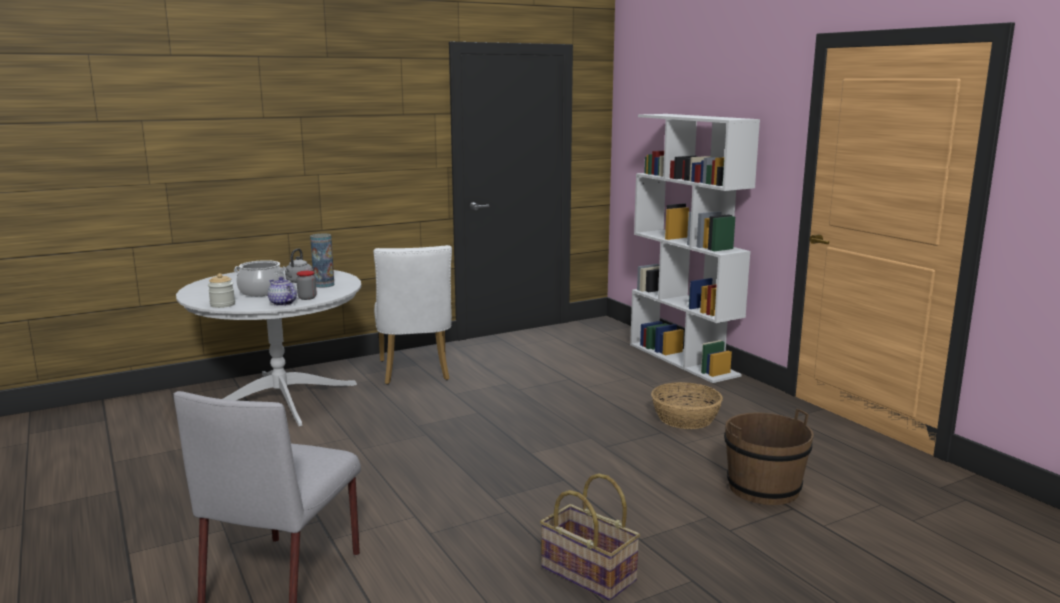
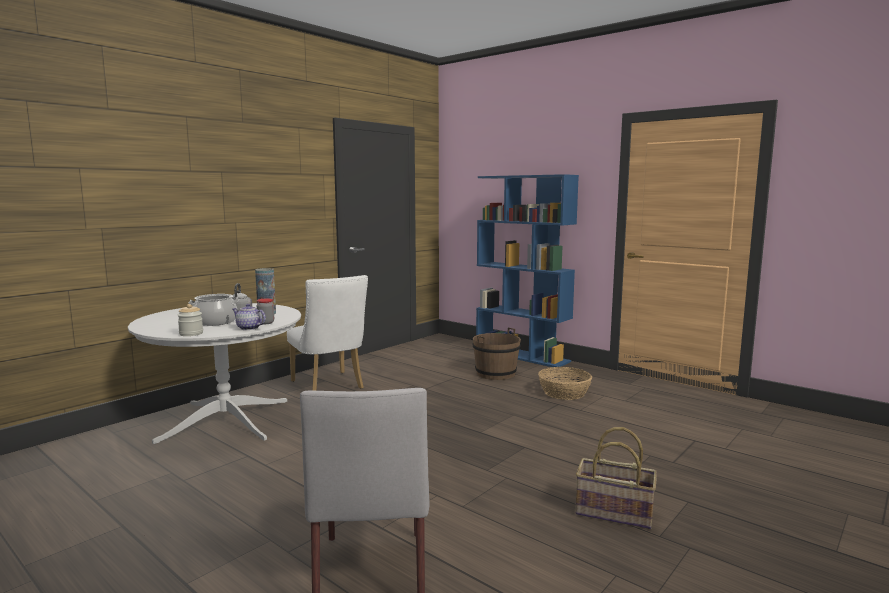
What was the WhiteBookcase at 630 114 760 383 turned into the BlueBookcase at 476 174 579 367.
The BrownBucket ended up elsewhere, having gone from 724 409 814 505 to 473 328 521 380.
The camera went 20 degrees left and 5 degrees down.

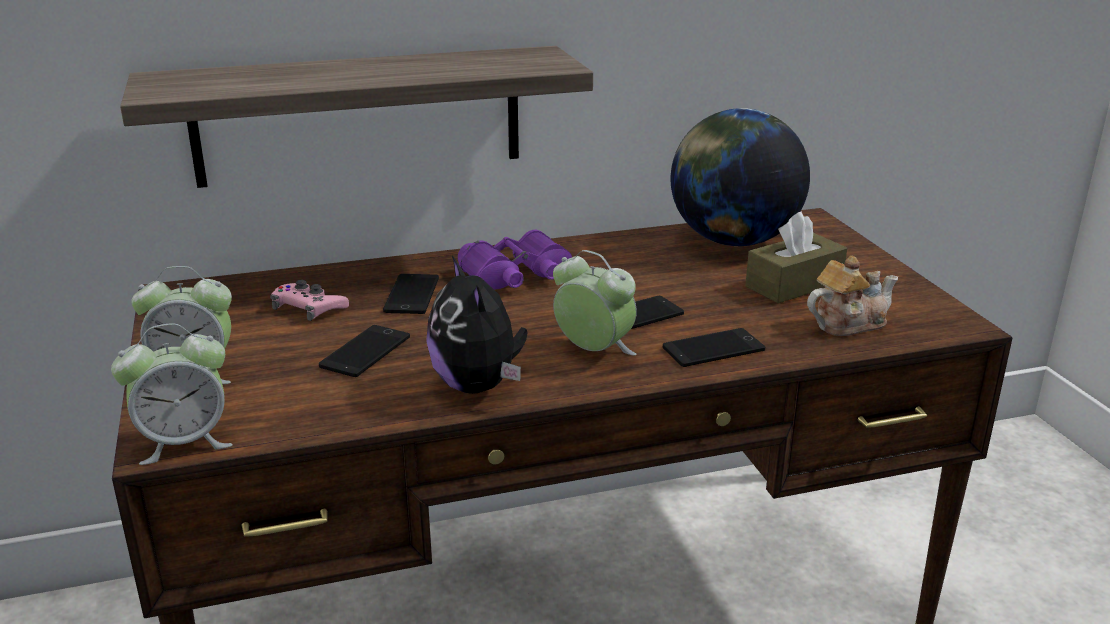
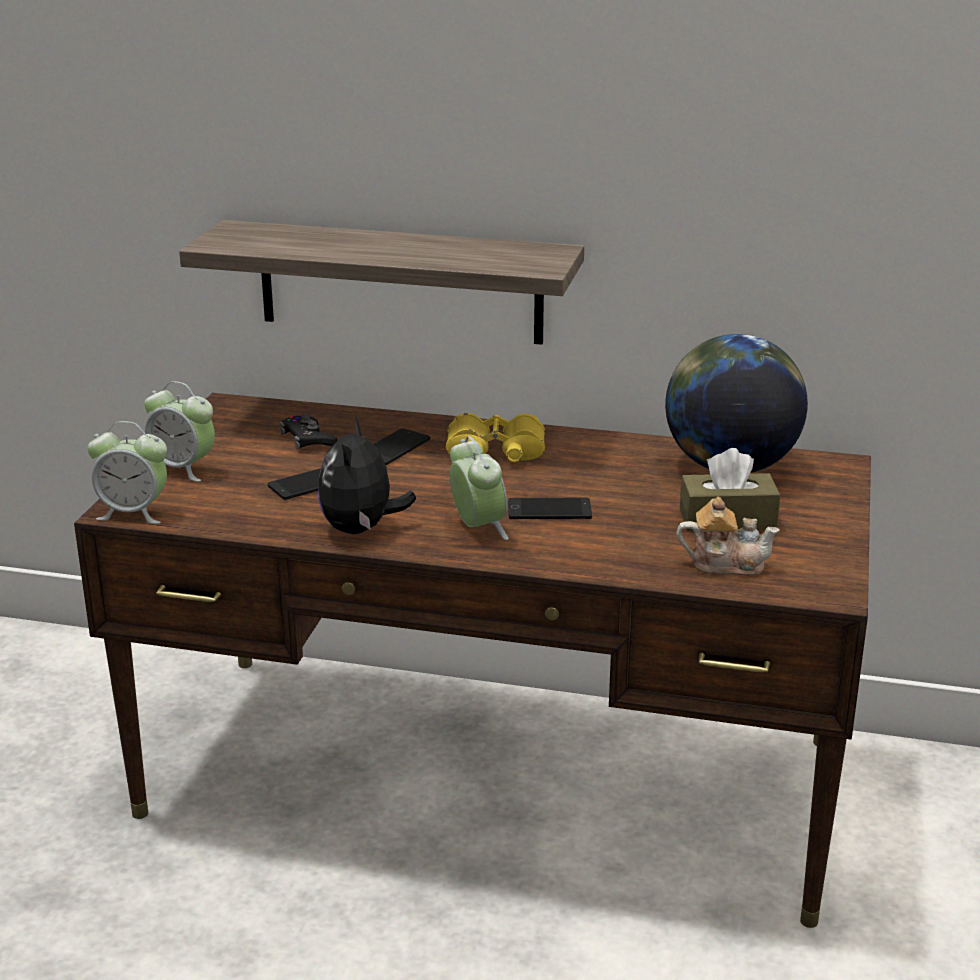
What was the PurpleBinoculars at 458 230 572 290 turned into the YellowBinoculars at 446 413 545 462.
What was the PinkGameController at 270 280 349 321 turned into the BlackGameController at 279 414 338 450.
The second view lost the Phone at 663 328 765 367.
The camera went 30 degrees right and 0 degrees up.

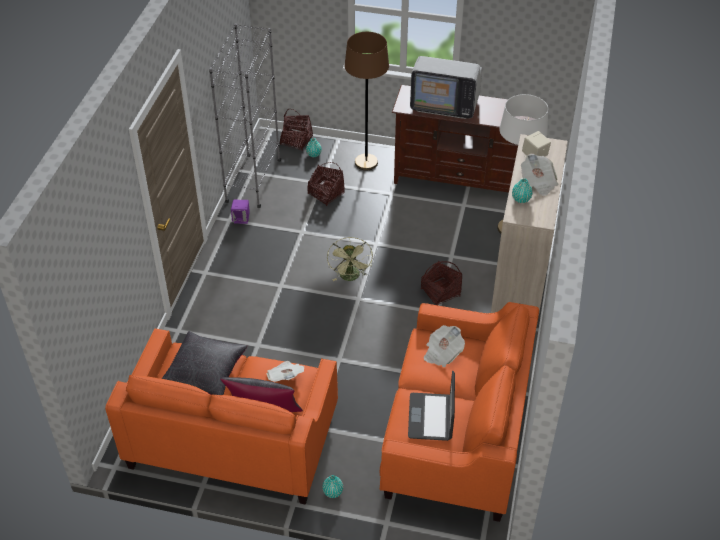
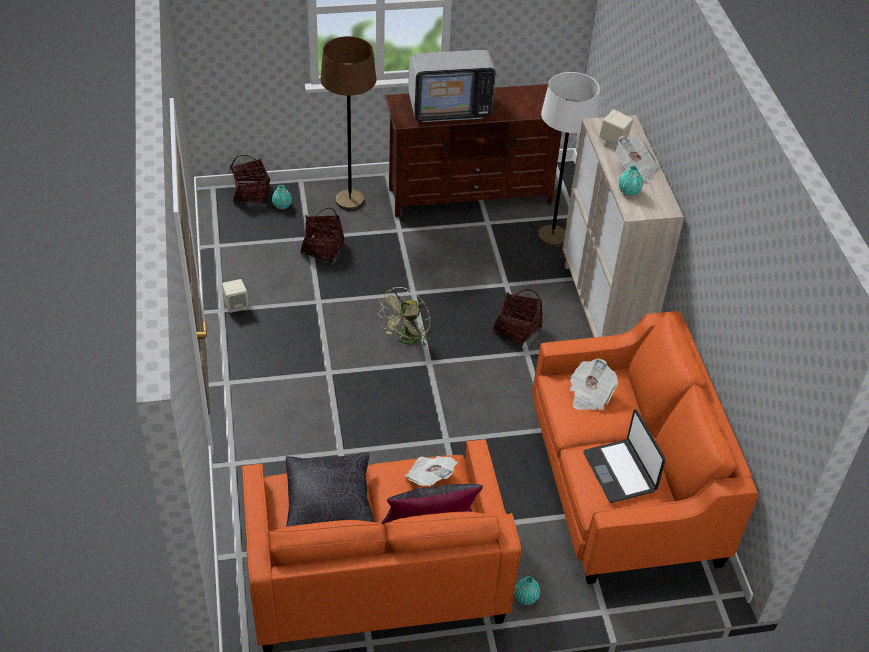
The second view lost the GreyBookcase at 209 24 281 208.
What was the PurpleSpeaker at 231 200 250 224 turned into the BeigeSpeaker at 222 279 249 313.
The GreenFan at 327 237 373 281 ended up facing another way, 60 degrees clockwise from before.
The camera went 25 degrees left and 0 degrees up.

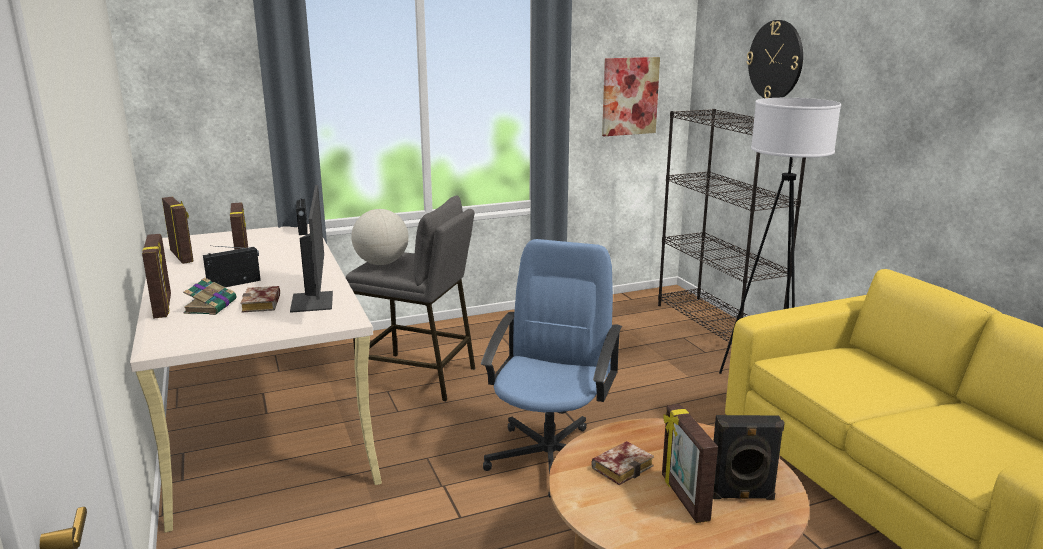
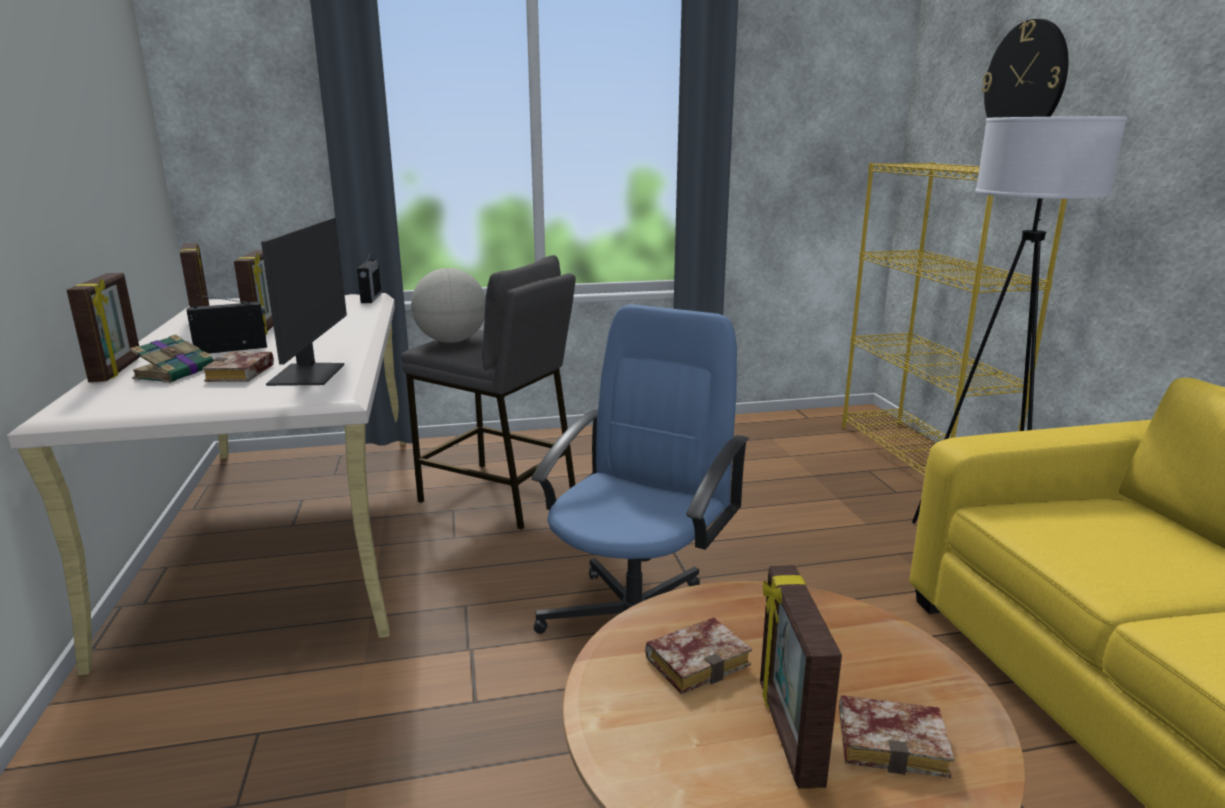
The second view lost the Picture at 602 57 660 136.
What was the BlackBookcase at 658 109 806 344 turned into the YellowBookcase at 842 162 1067 476.
Where the BlackSpeaker stood at 713 415 785 500, the Book came to stand at 839 695 954 778.
The camera went 10 degrees right and 0 degrees up.

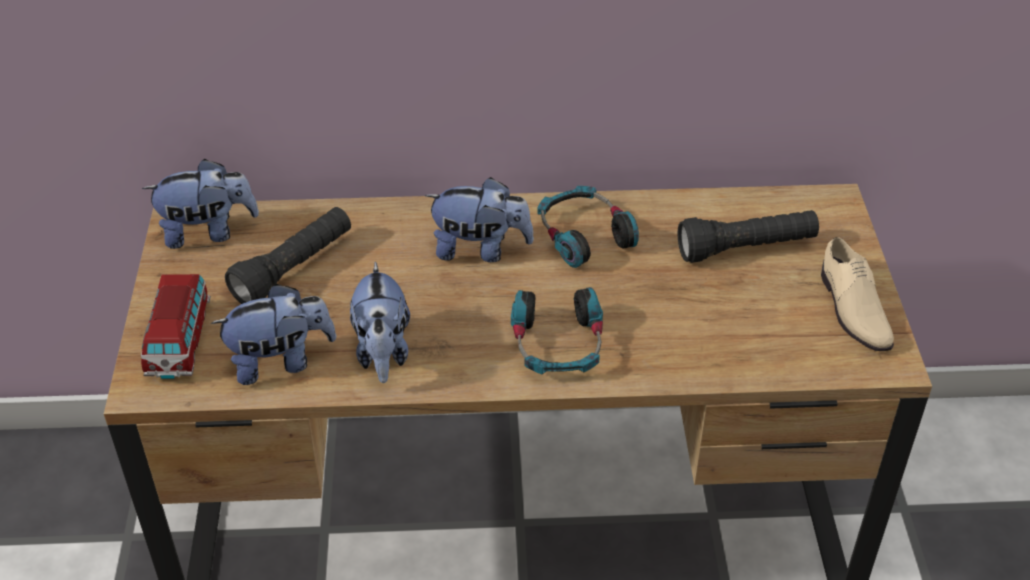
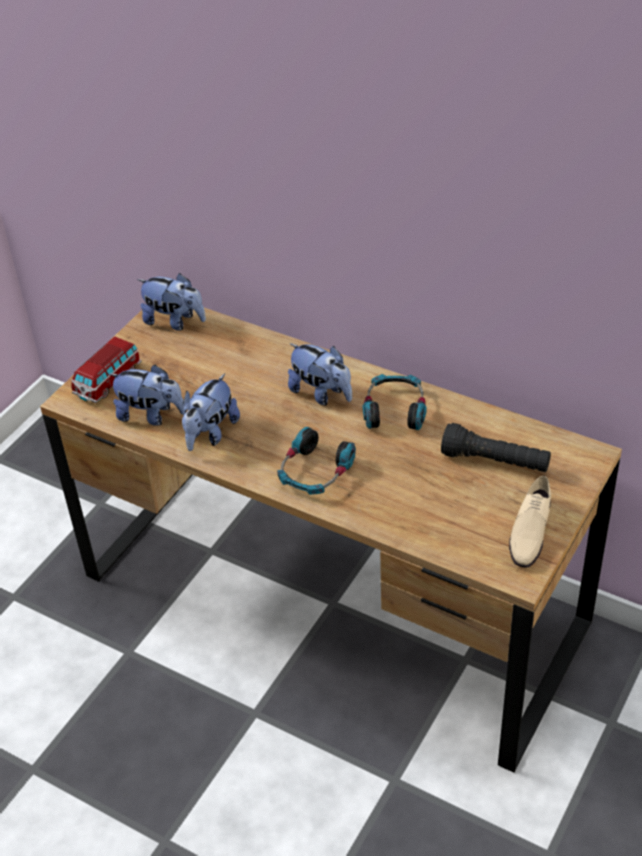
The second view lost the BlackFlashlight at 225 207 351 304.
The camera went 35 degrees right and 0 degrees up.

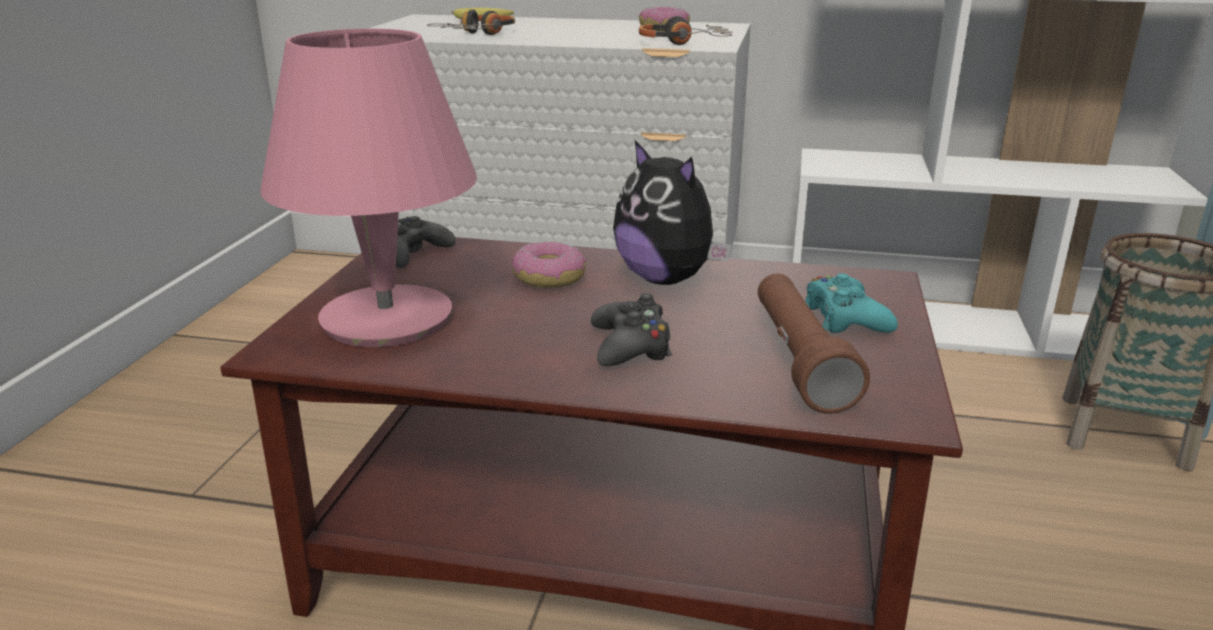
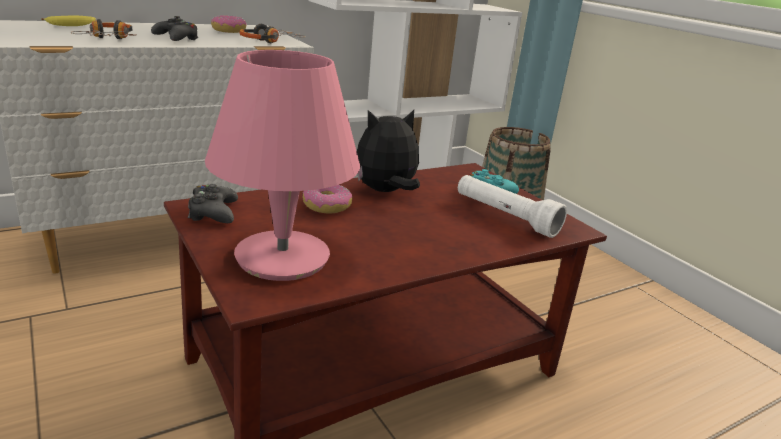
The PlushToy at 613 140 732 285 ended up facing another way, 150 degrees clockwise from before.
What was the BrownFlashlight at 758 273 870 414 turned into the WhiteFlashlight at 458 175 567 238.
The BlackGameController ended up elsewhere, having gone from 591 293 672 366 to 151 16 198 41.
The camera went 45 degrees left and 0 degrees up.

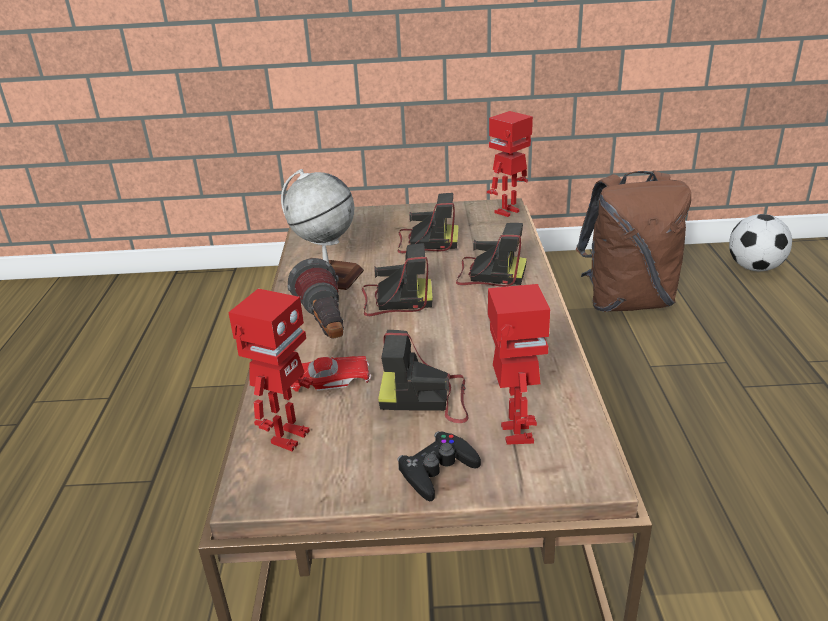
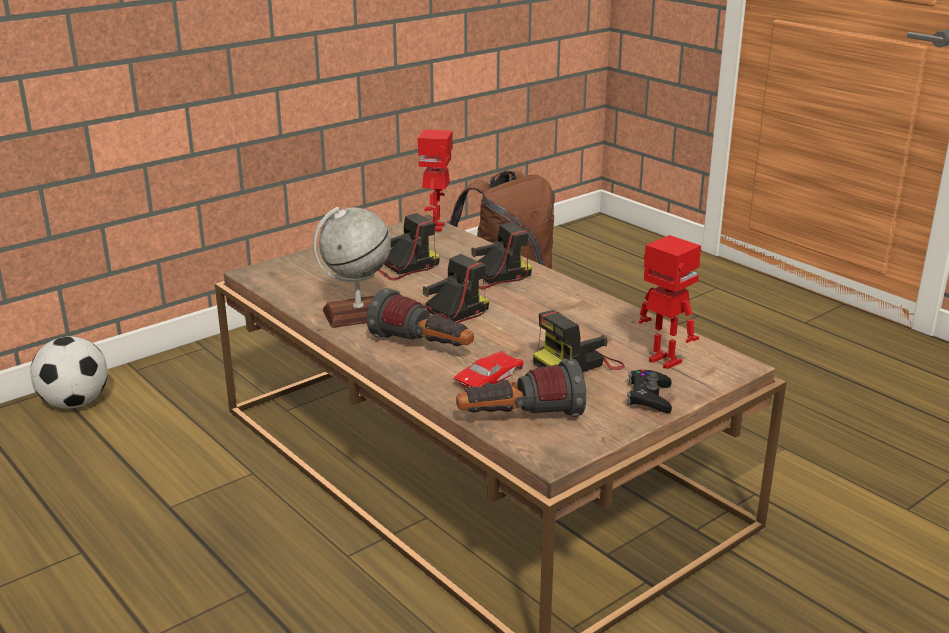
The Football ended up elsewhere, having gone from 729 214 792 271 to 30 336 108 409.
Where the ToyRobot stood at 228 289 313 451, the Flashlight came to stand at 456 359 586 417.
The camera went 40 degrees left and 5 degrees down.

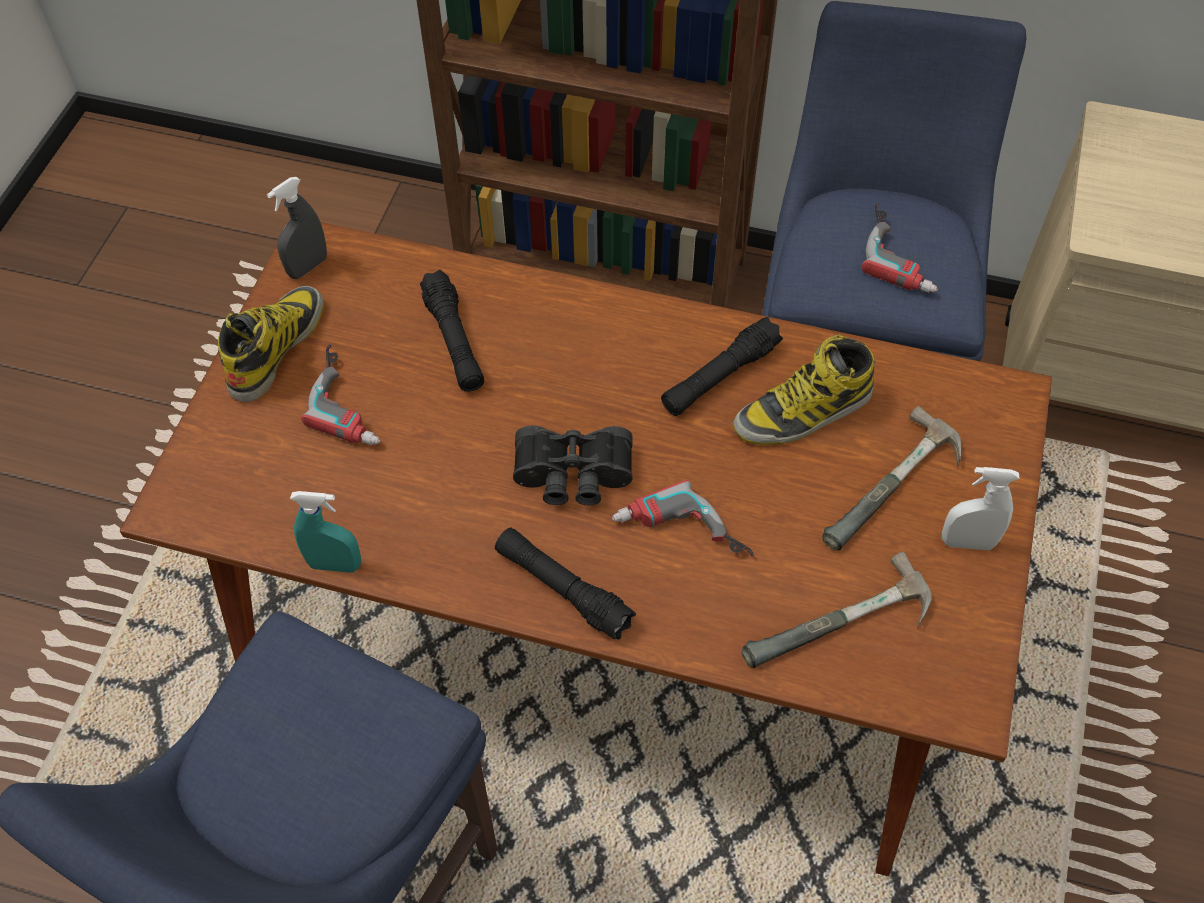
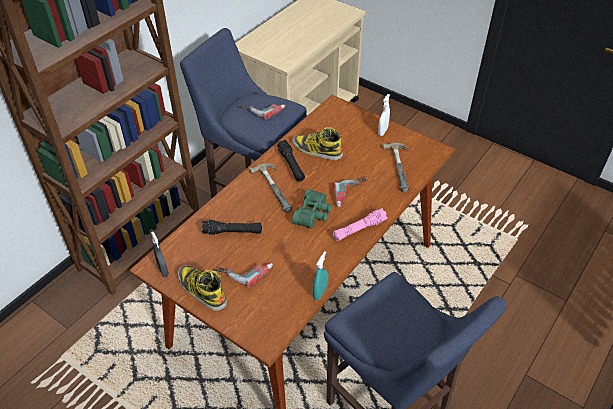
The Boot at 733 334 876 445 ended up facing another way, 120 degrees clockwise from before.
The Hammer ended up elsewhere, having gone from 823 406 961 550 to 249 163 292 213.
What was the BlackBinoculars at 513 426 633 506 turned into the GreenBinoculars at 292 189 332 229.
What was the BlackFlashlight at 495 527 636 639 turned into the PinkFlashlight at 333 208 388 241.
The camera went 70 degrees left and 10 degrees down.

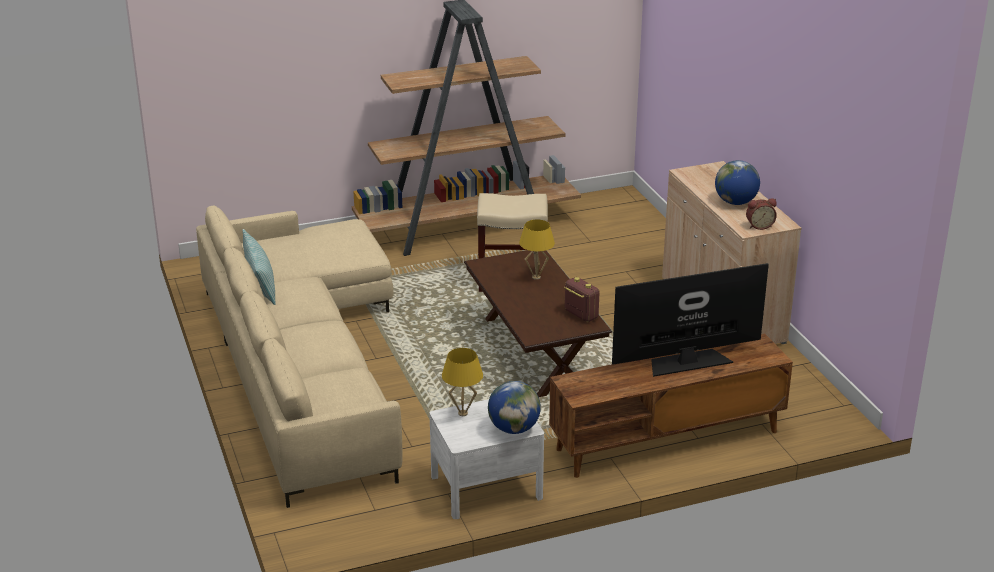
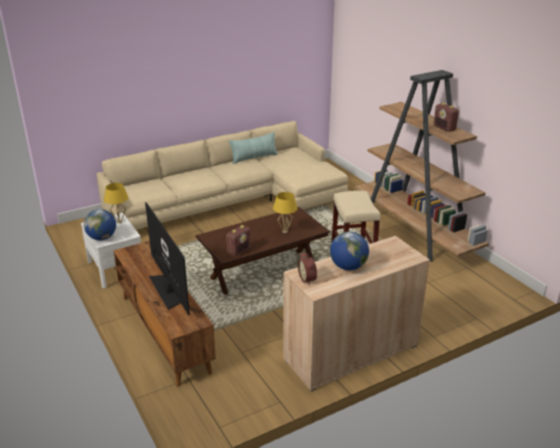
The second view gained the Radio at 434 103 459 132.
The camera went 80 degrees right and 0 degrees up.

